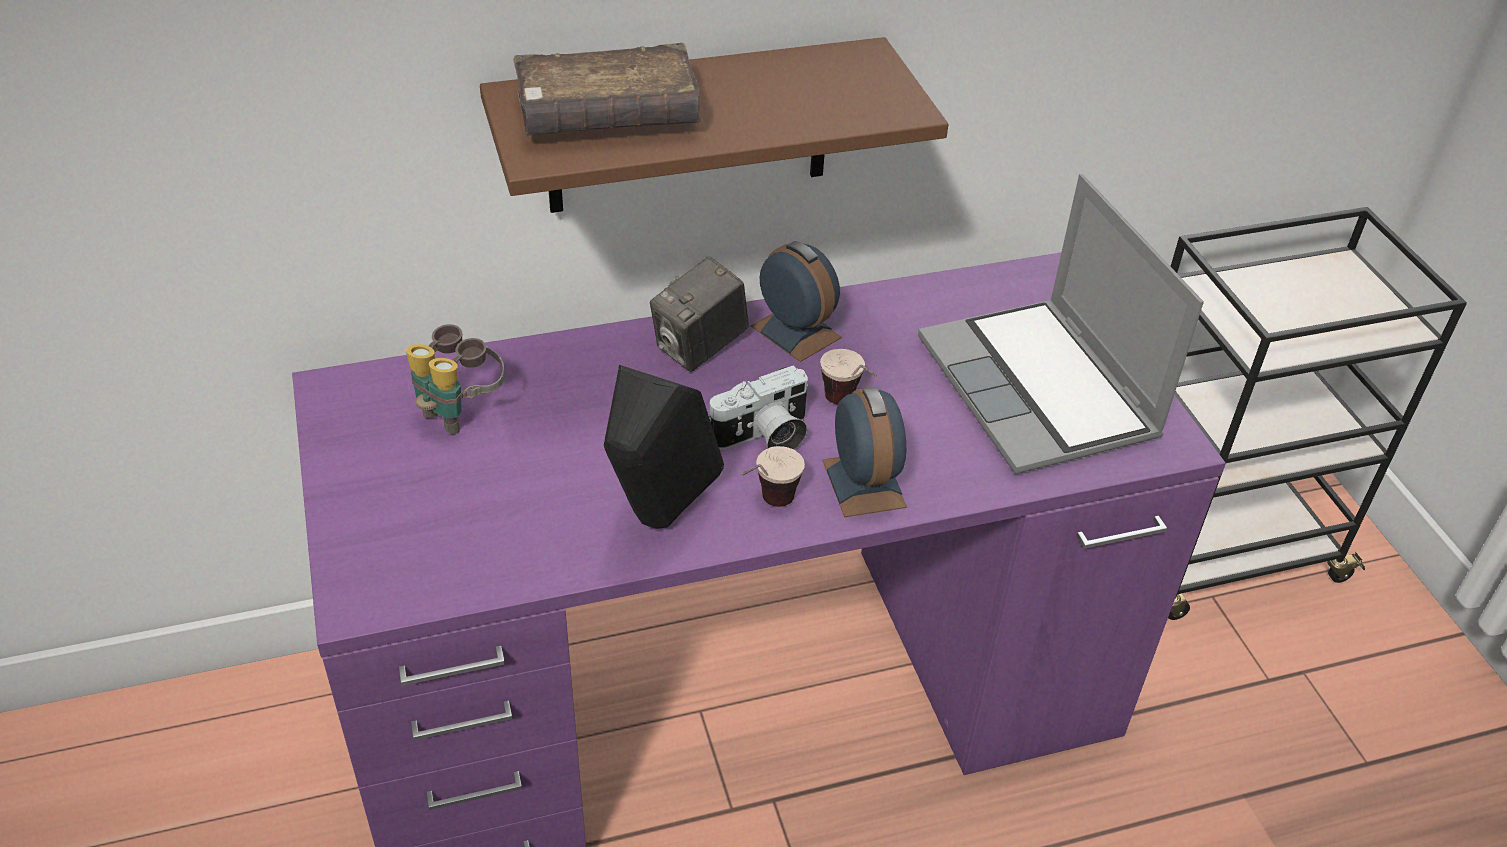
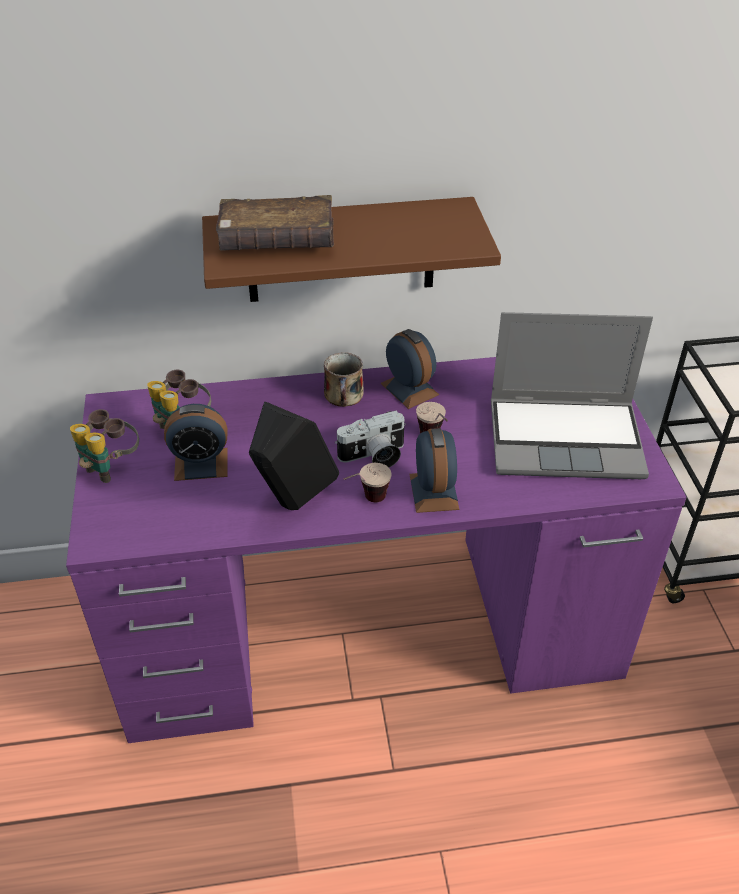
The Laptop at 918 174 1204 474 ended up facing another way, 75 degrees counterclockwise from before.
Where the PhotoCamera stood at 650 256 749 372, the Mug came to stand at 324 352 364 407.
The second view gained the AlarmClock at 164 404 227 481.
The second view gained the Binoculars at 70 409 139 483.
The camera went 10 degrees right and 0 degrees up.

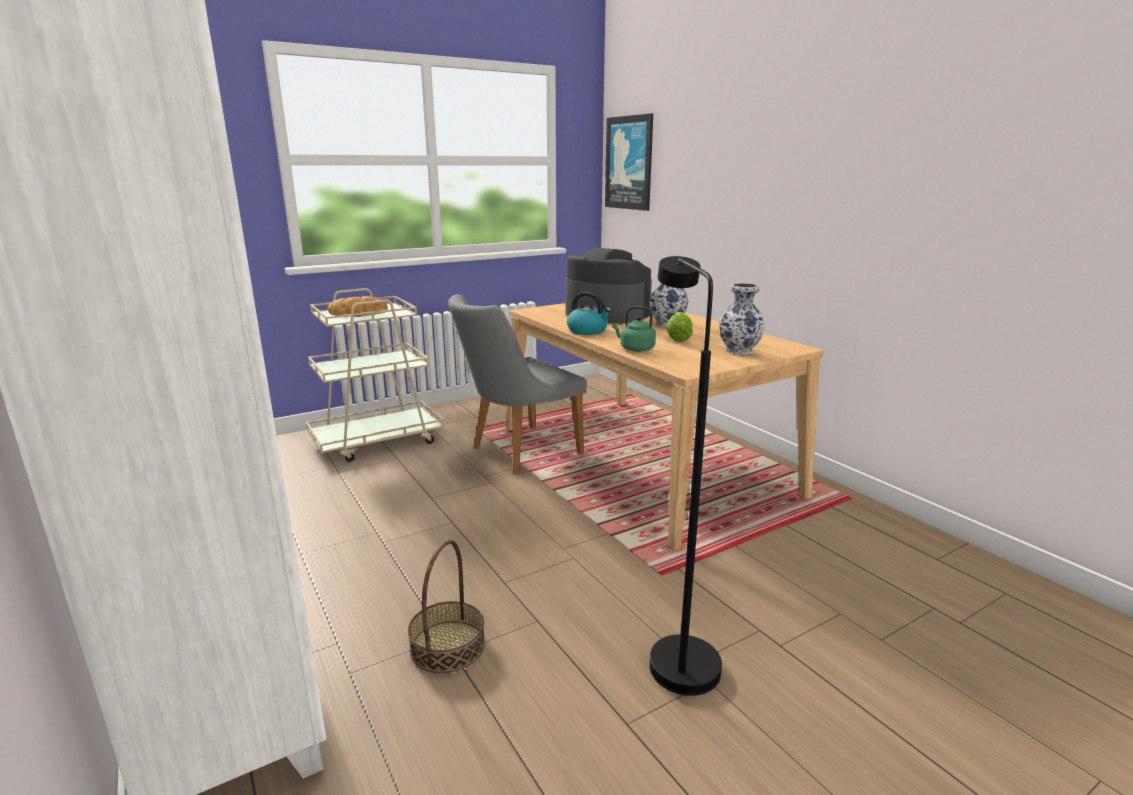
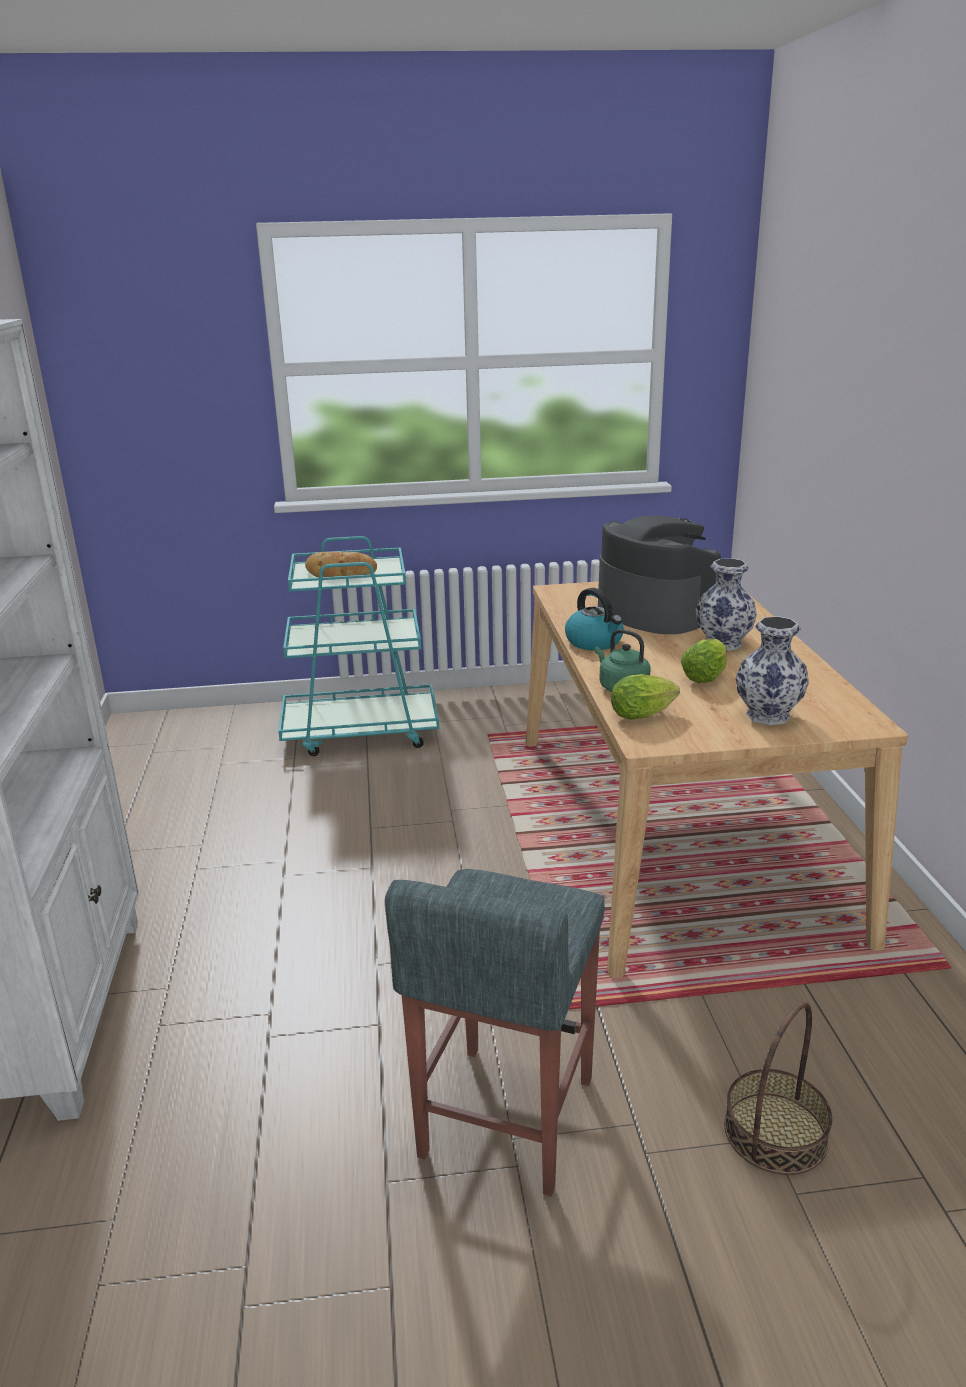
The second view lost the Picture at 605 113 653 211.
Where the BlackFloorLamp stood at 649 256 722 696, the GreyStool came to stand at 385 869 605 1197.
What was the BeigeCart at 306 288 444 462 turned into the TurquoiseCart at 278 536 439 756.
The second view lost the GreyChair at 448 294 587 474.
The Basket ended up elsewhere, having gone from 408 540 485 673 to 724 1002 832 1175.
The second view gained the Lettuce at 611 674 680 720.
The camera went 25 degrees right and 5 degrees up.

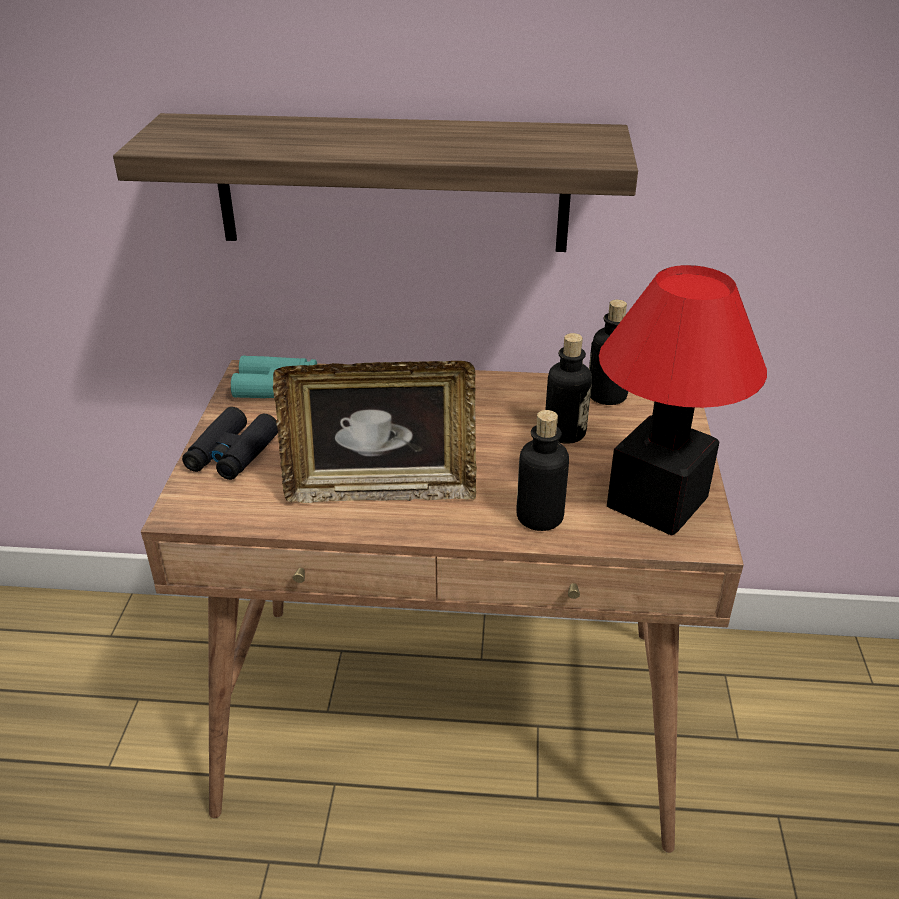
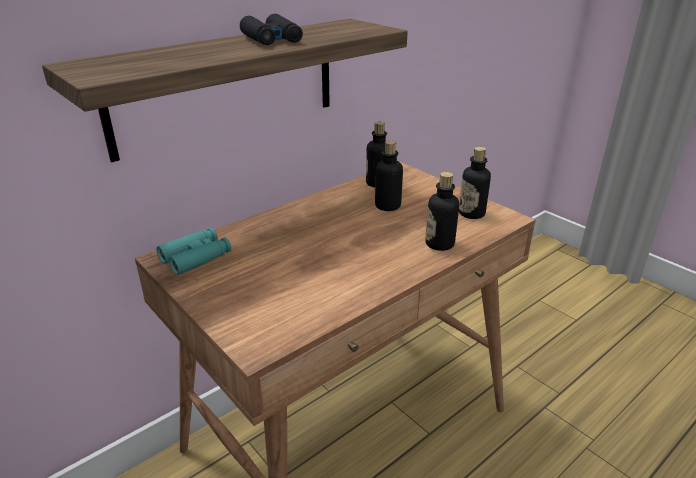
Where the TableLamp stood at 599 265 767 536, the Bottle came to stand at 459 147 491 219.
The second view lost the PictureFrame at 273 361 477 503.
The BlackBinoculars ended up elsewhere, having gone from 182 407 278 480 to 240 14 303 45.
The camera went 45 degrees left and 5 degrees down.

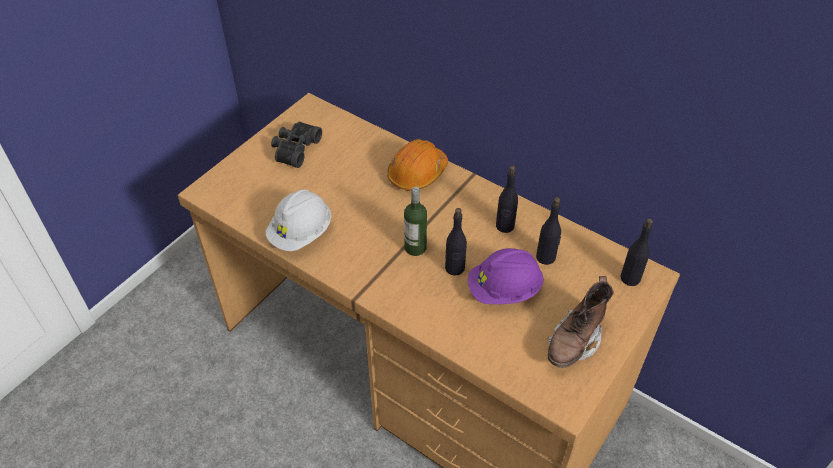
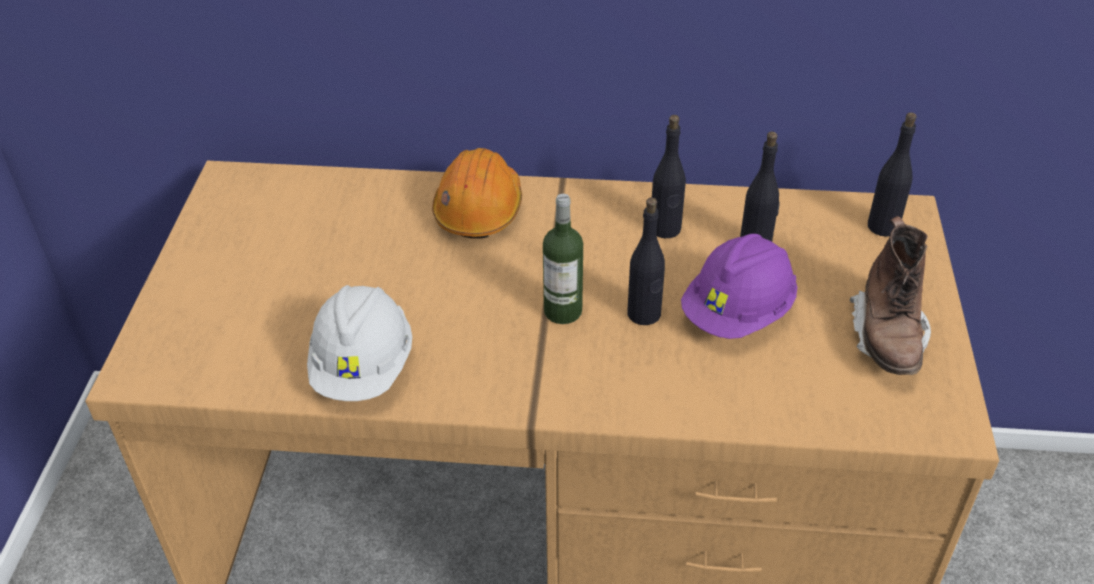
The second view lost the BlackBinoculars at 271 122 322 168.
The camera went 30 degrees left and 5 degrees down.

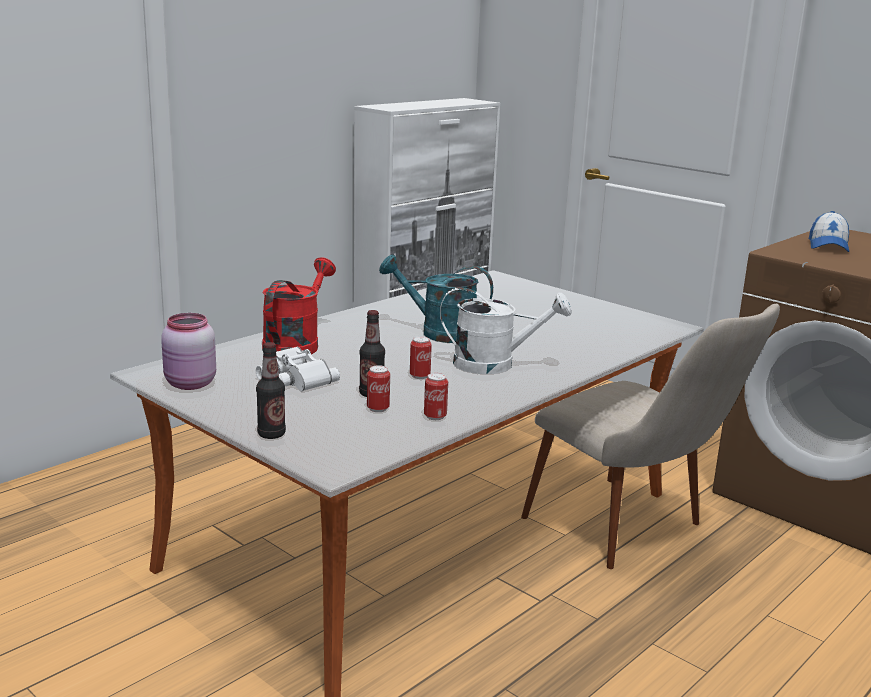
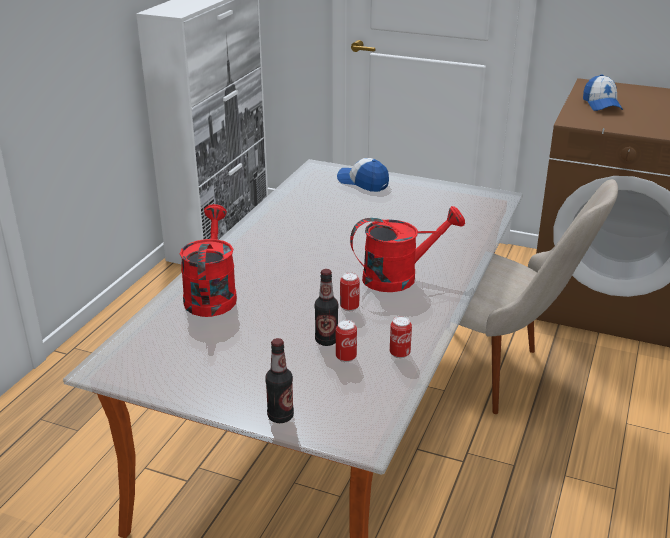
The second view lost the TurquoiseWateringCan at 379 255 493 343.
What was the WhiteWateringCan at 440 287 572 374 turned into the RedWateringCan at 350 206 465 292.
The second view lost the PinkJar at 161 313 216 390.
The second view lost the WhiteBinoculars at 256 347 340 391.
The second view gained the Cap at 337 158 389 192.
The camera went 20 degrees left and 10 degrees up.

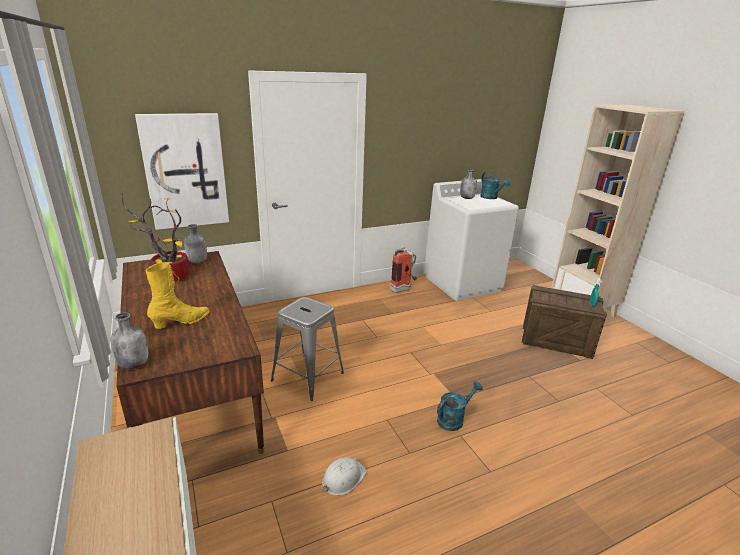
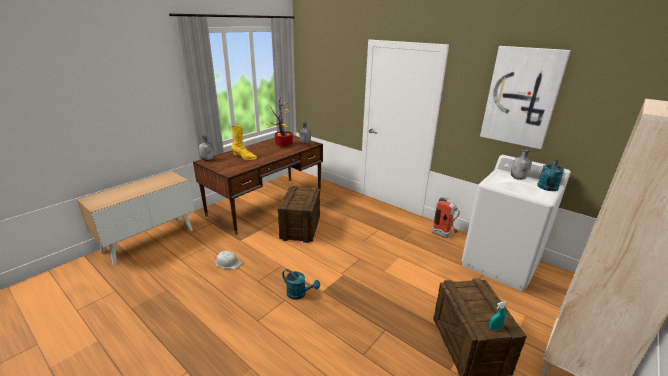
The Picture ended up elsewhere, having gone from 135 113 229 230 to 480 46 571 149.
Where the GreyStool stood at 271 297 344 401, the Crate came to stand at 278 186 320 243.
The camera went 65 degrees right and 0 degrees up.

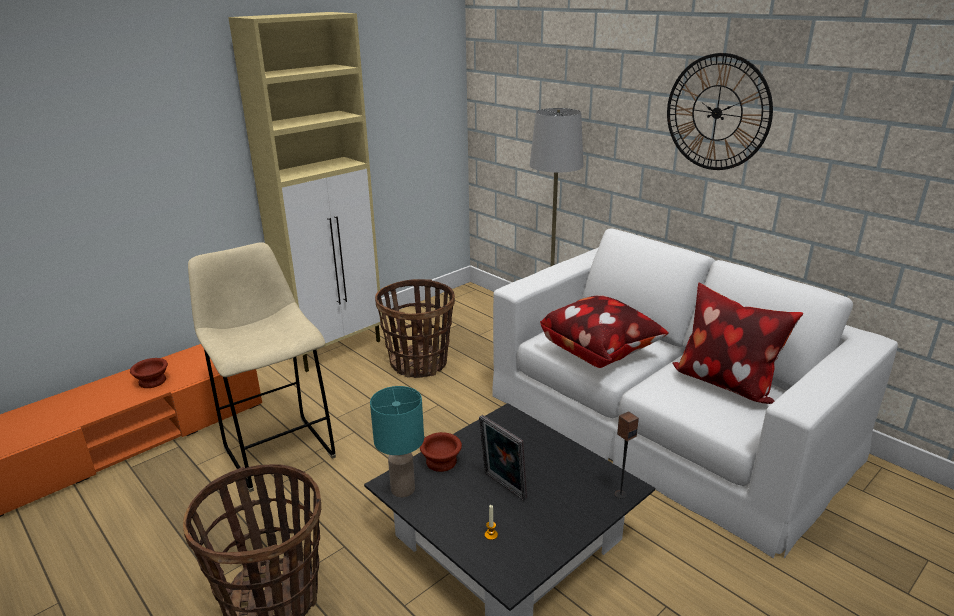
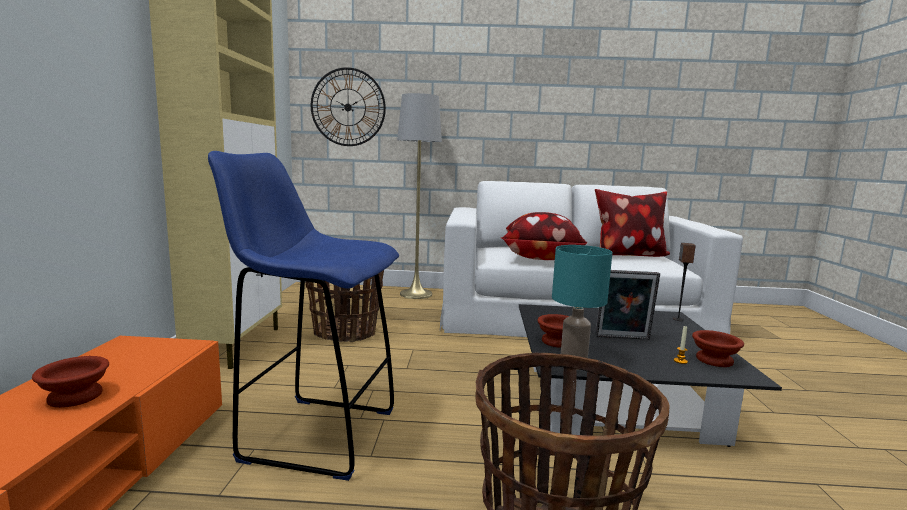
The WallClock ended up elsewhere, having gone from 667 53 773 170 to 311 67 386 146.
What was the BeigeStool at 188 242 336 492 turned into the BlueStool at 208 151 399 481.
The second view gained the BrownBowl at 692 330 744 367.
The camera went 45 degrees left and 15 degrees down.

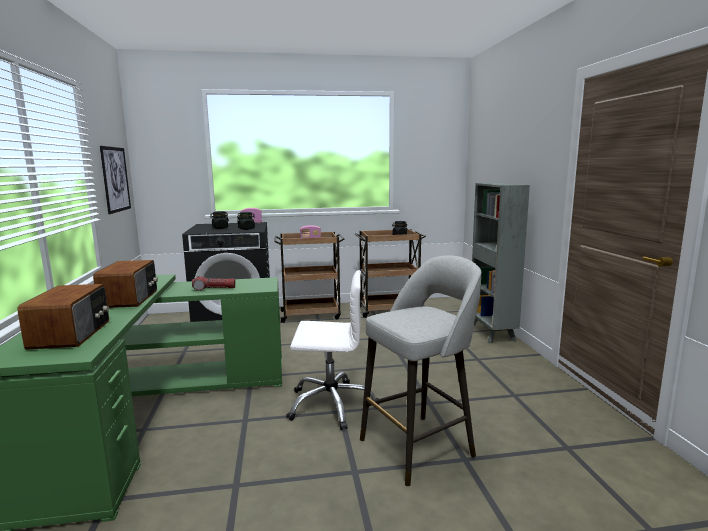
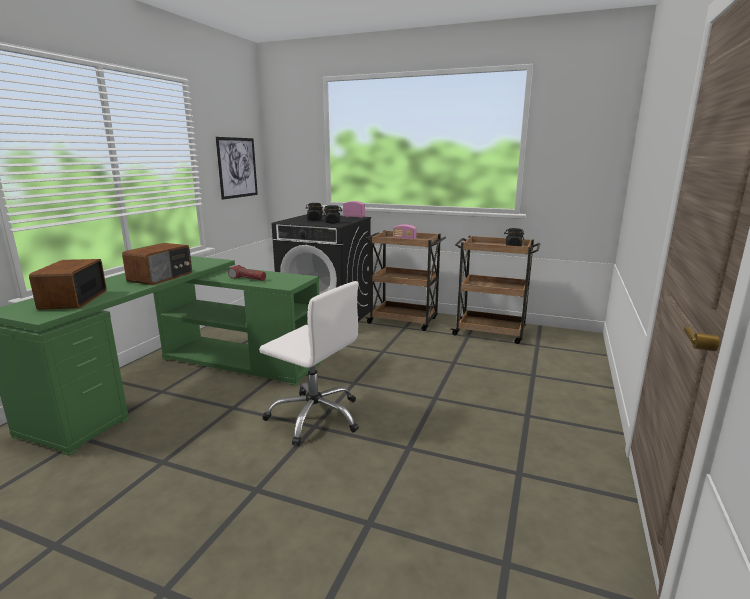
The second view lost the GreyBookcase at 472 183 530 344.
The second view lost the GreyStool at 360 255 481 486.
The Radio at 17 284 109 350 ended up facing another way, 150 degrees clockwise from before.
The camera went 30 degrees right and 5 degrees up.

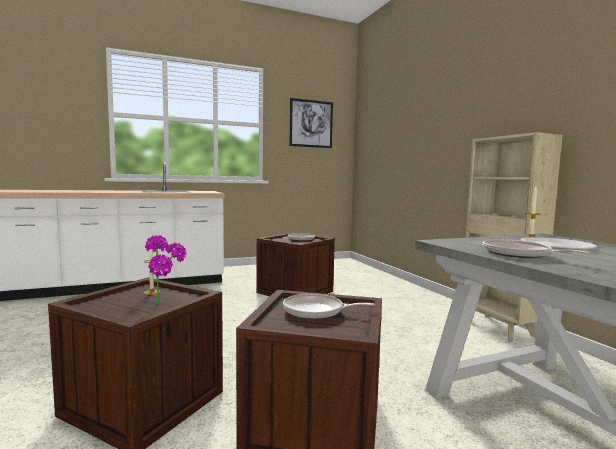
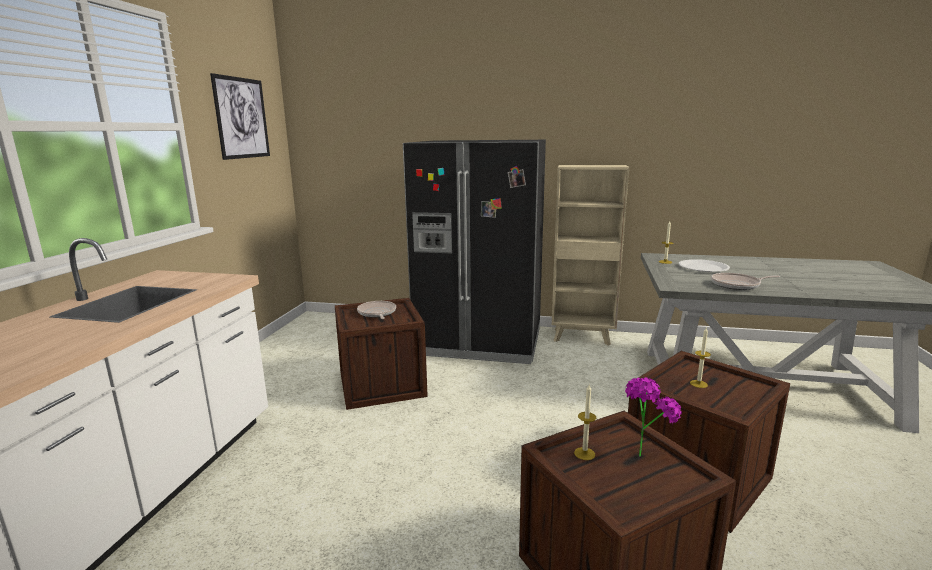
Where the FryingPan stood at 283 293 374 319, the Candle came to stand at 690 328 711 388.
The second view gained the BlackFridge at 403 140 546 364.
The camera went 55 degrees left and 10 degrees up.

